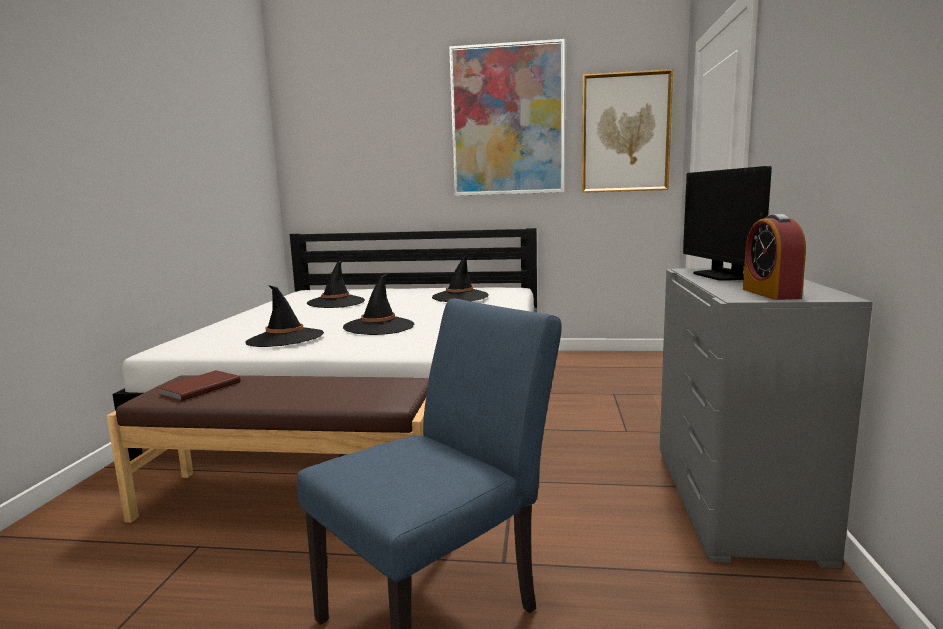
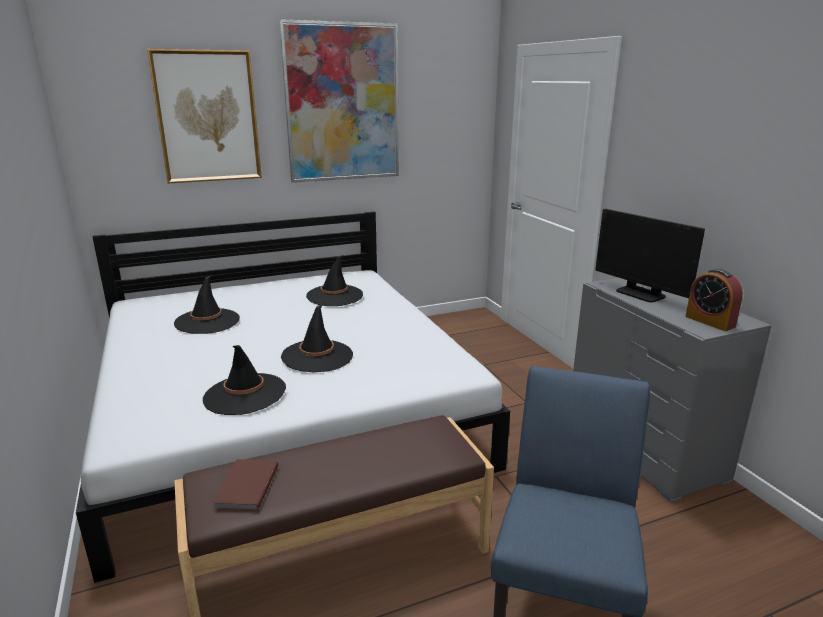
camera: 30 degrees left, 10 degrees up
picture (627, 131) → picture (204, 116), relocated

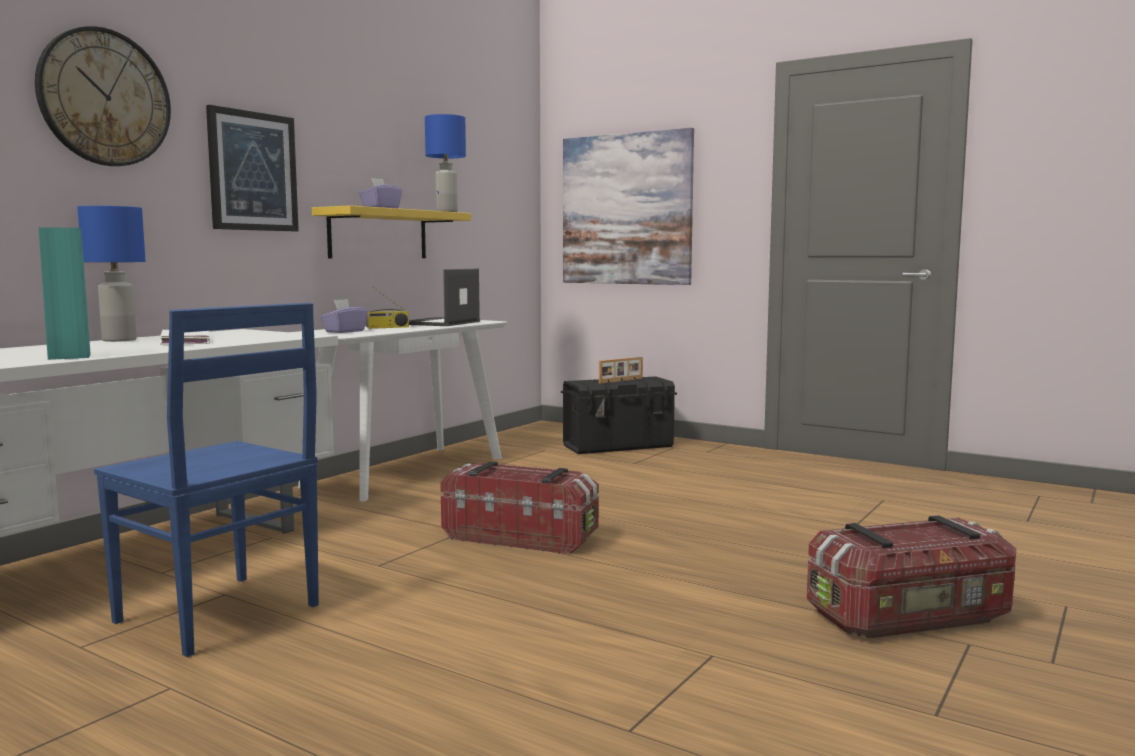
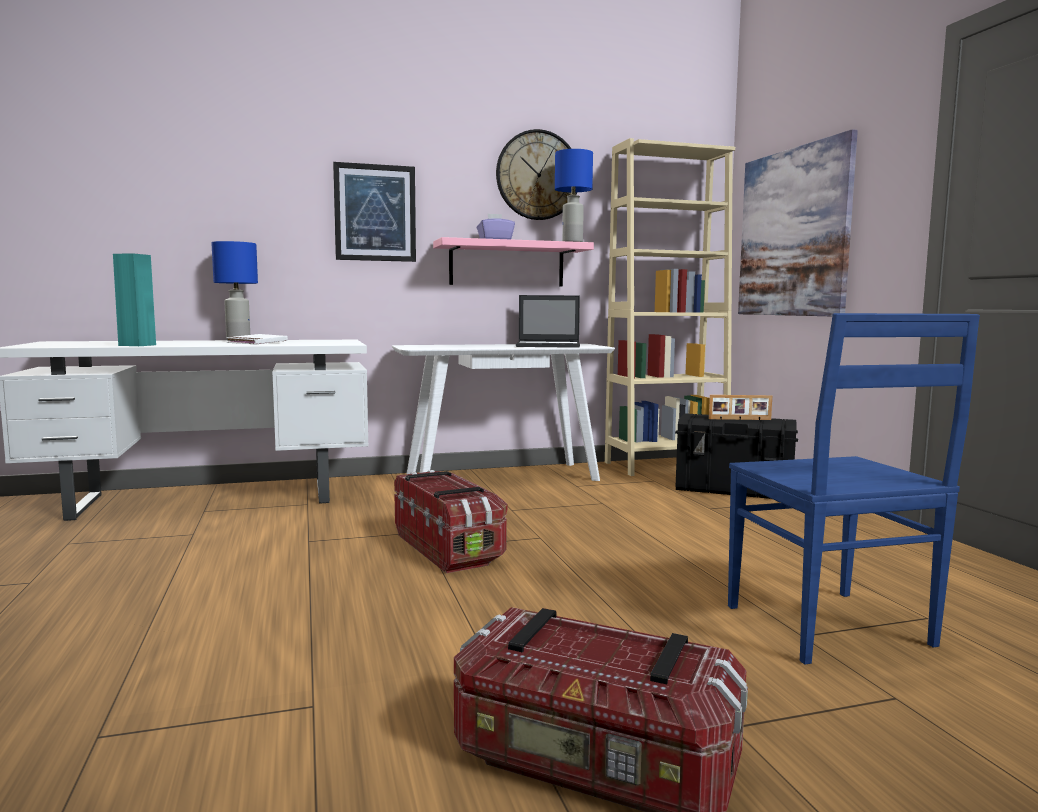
camera: 40 degrees right, 0 degrees up
purple tissue box (344, 316) → -
radio (387, 308) → -
- → beige bookcase (670, 307)
wall clock (103, 96) → wall clock (536, 174), relocated
blue chair (206, 480) → blue chair (854, 489), relocated
yellow shelf (391, 231) → pink shelf (513, 262)
laptop (444, 297) → laptop (548, 321), 150 degrees counterclockwise

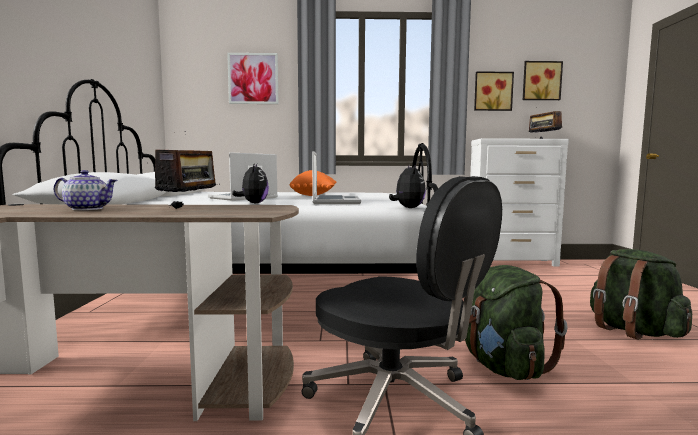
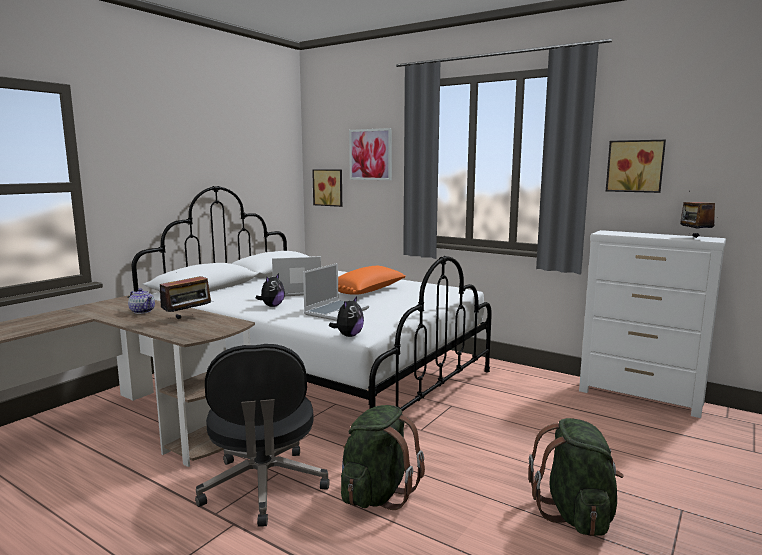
camera: 35 degrees right, 5 degrees up
picture (543, 80) → picture (327, 188), relocated

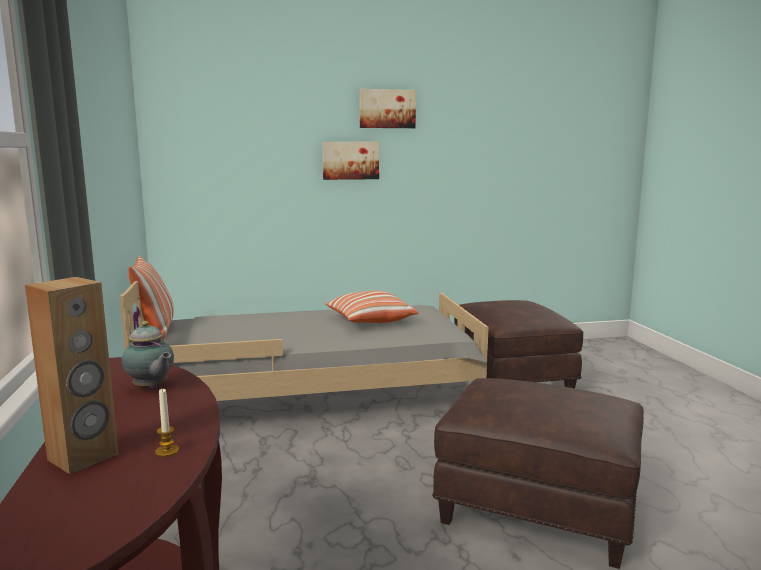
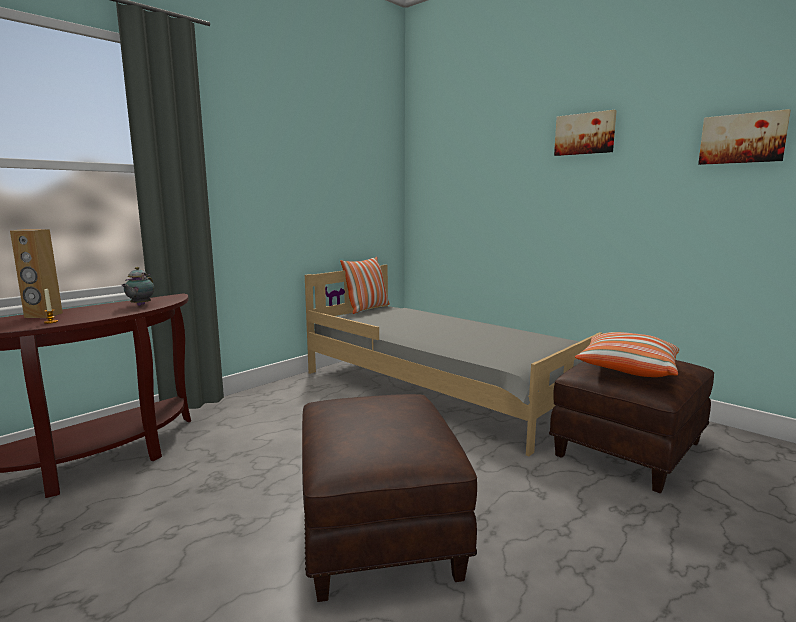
camera: 55 degrees right, 0 degrees up
picture (350, 161) → picture (744, 137), relocated
pillow (371, 306) → pillow (627, 354), relocated

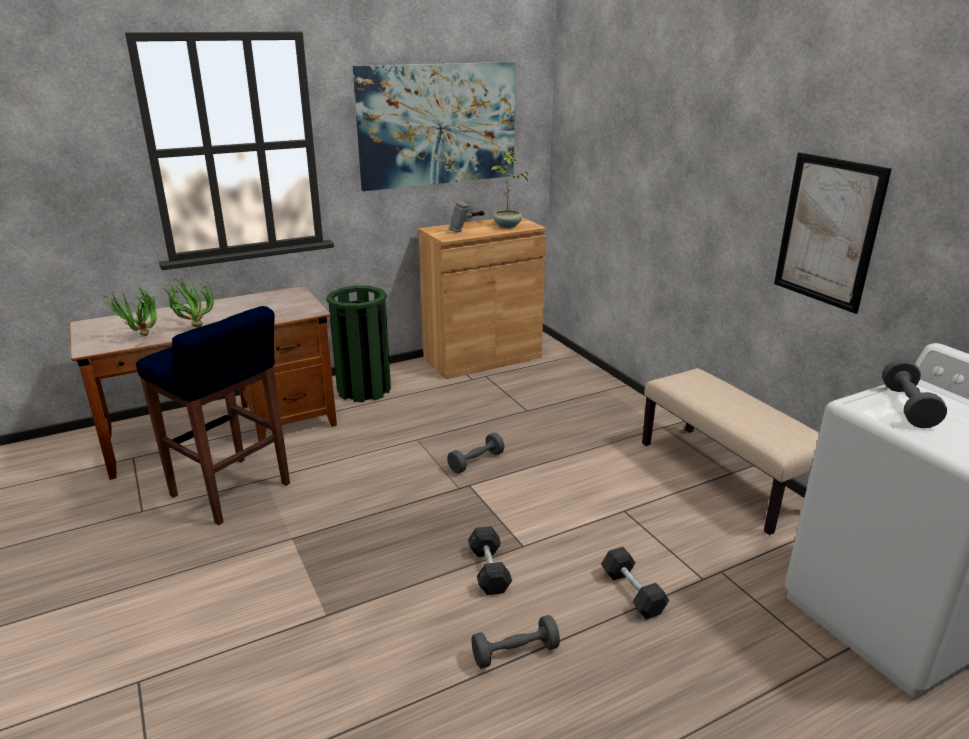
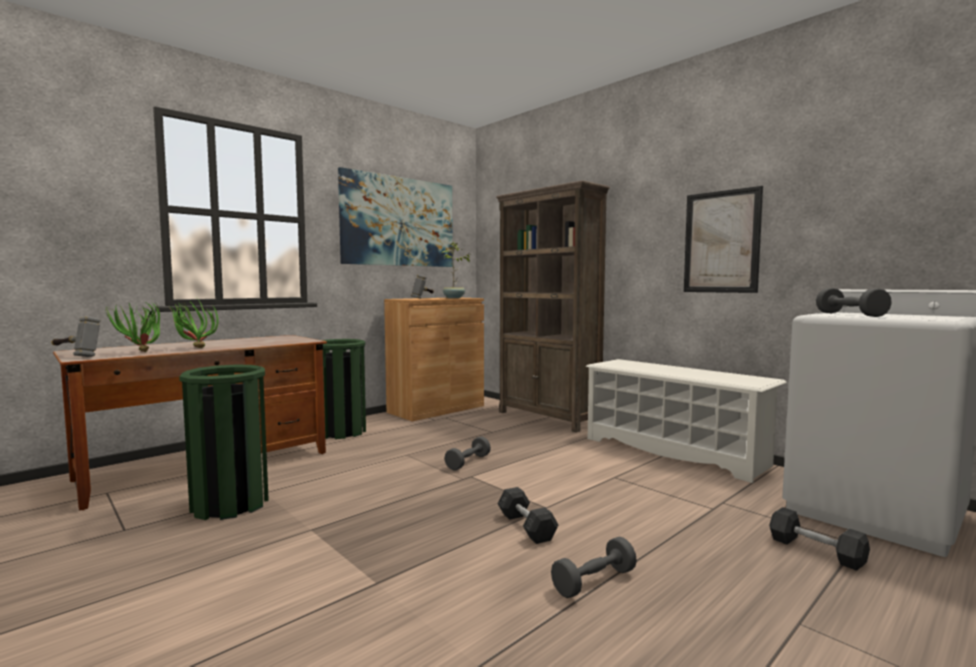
camera: 15 degrees left, 20 degrees down
- → hammer (76, 336)
- → brown bookcase (553, 306)
grey dumbbell (635, 583) → grey dumbbell (819, 539), relocated
blue stool (213, 415) → green trash can (224, 442)
beige bench (730, 451) → white shoe rack (686, 421)

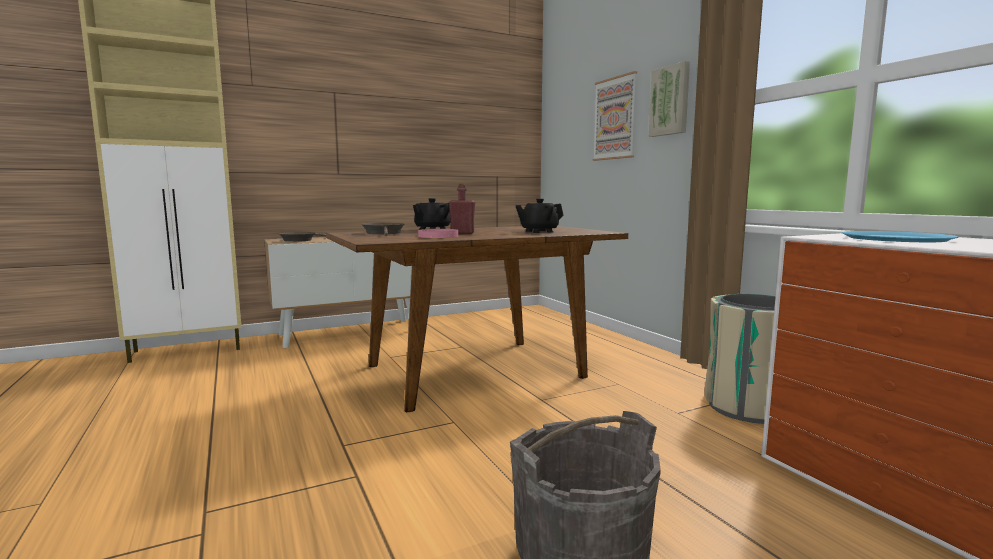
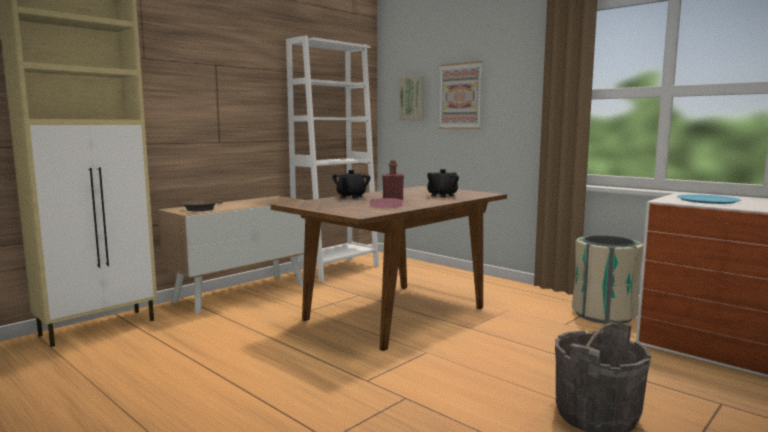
camera: 20 degrees left, 0 degrees up
brown frying pan (383, 229) → -
- → white bookcase (332, 158)
picture (669, 99) → picture (411, 98), relocated

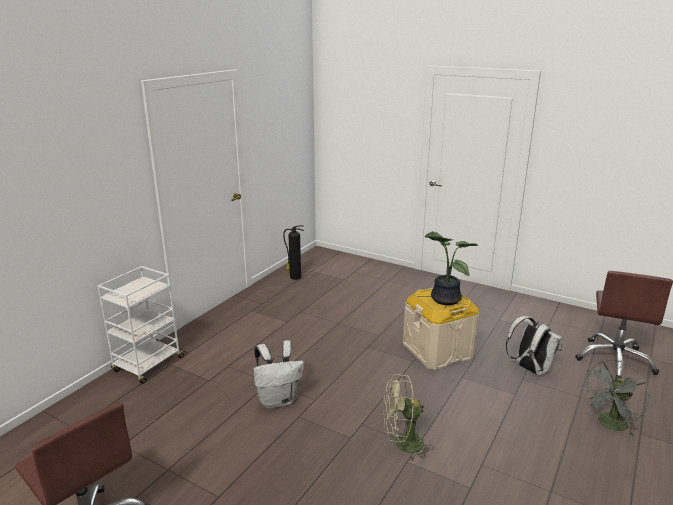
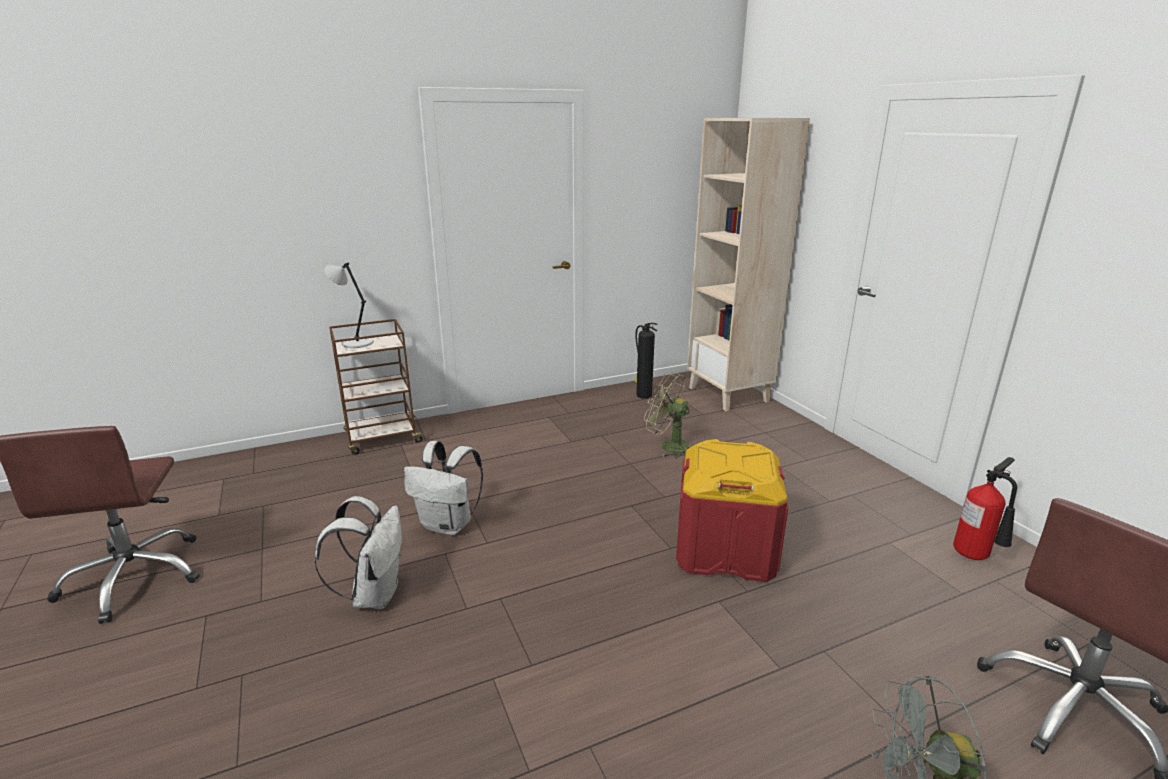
camera: 35 degrees right, 0 degrees up
potted plant (451, 268) → -
- → grey table lamp (349, 305)
- → beige bookcase (748, 264)
- → fire extinguisher (985, 508)
green fan (408, 417) → green fan (667, 415), relocated
white backpack (534, 346) → white backpack (358, 552), relocated
white cart (142, 325) → brown cart (377, 387)
beige storage box (441, 329) → red storage box (732, 510)

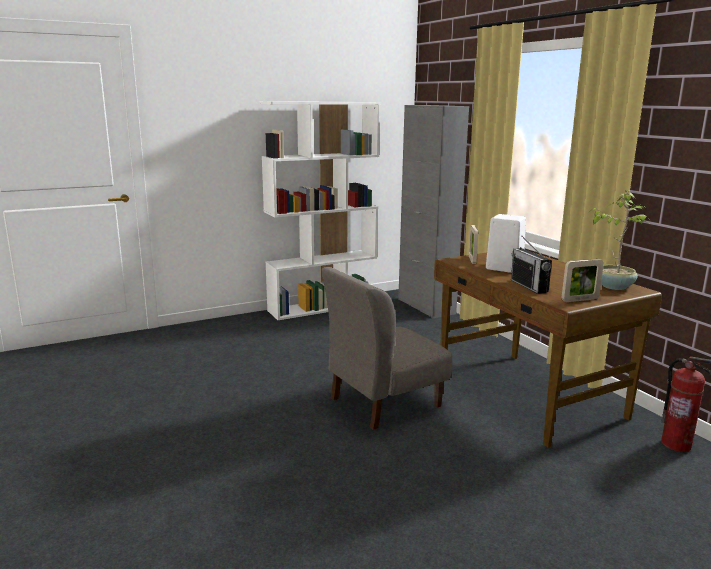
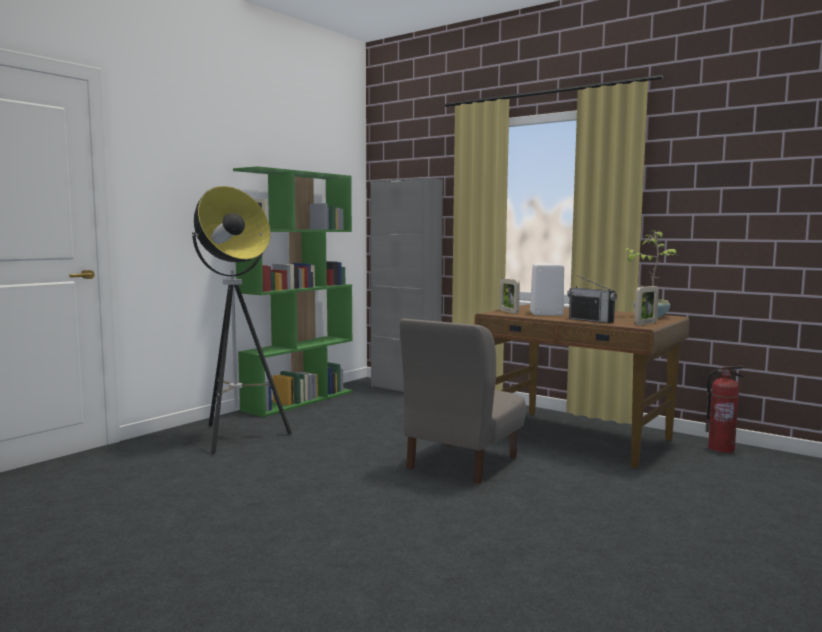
camera: 25 degrees left, 10 degrees down
- → floor lamp (242, 320)
white bookcase (320, 210) → green bookcase (293, 291)

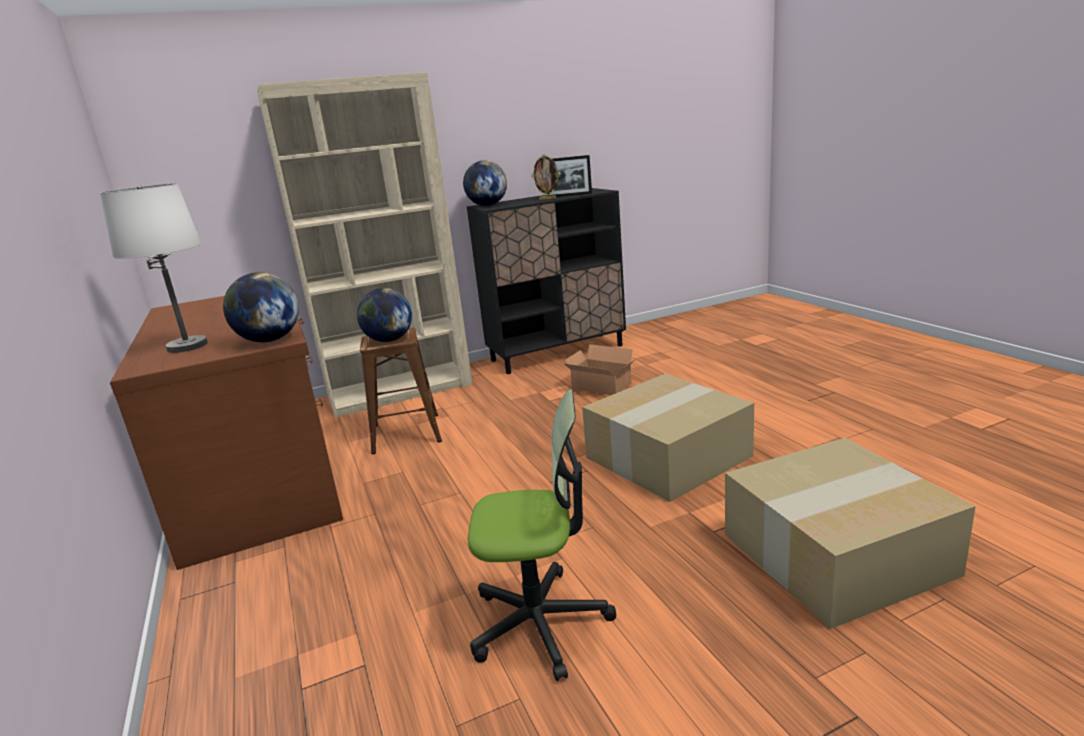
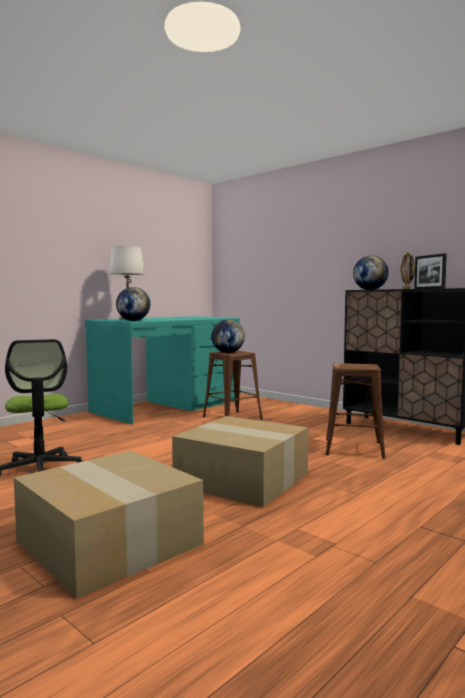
camera: 65 degrees right, 15 degrees down
beige bookcase (365, 245) → -
cardboard box (601, 369) → brown stool (355, 411)
brown desk (226, 433) → turquoise desk (162, 370)

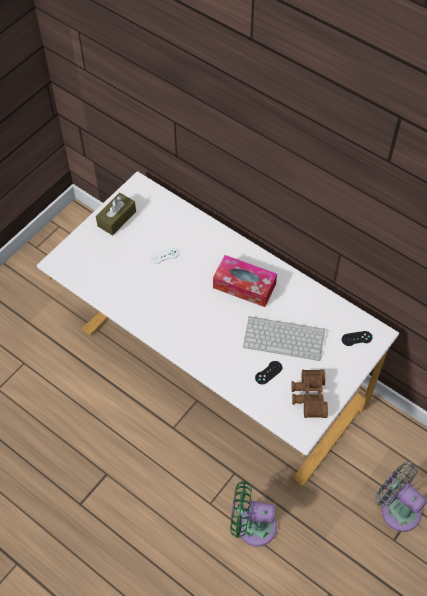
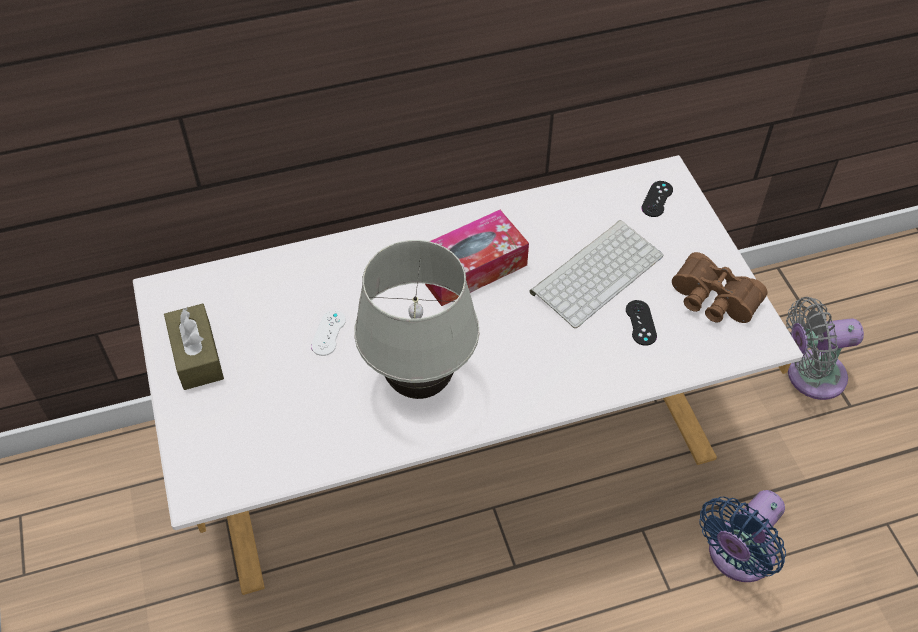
camera: 55 degrees left, 5 degrees down
- → white table lamp (416, 319)
green fan (253, 514) → blue fan (742, 536)

